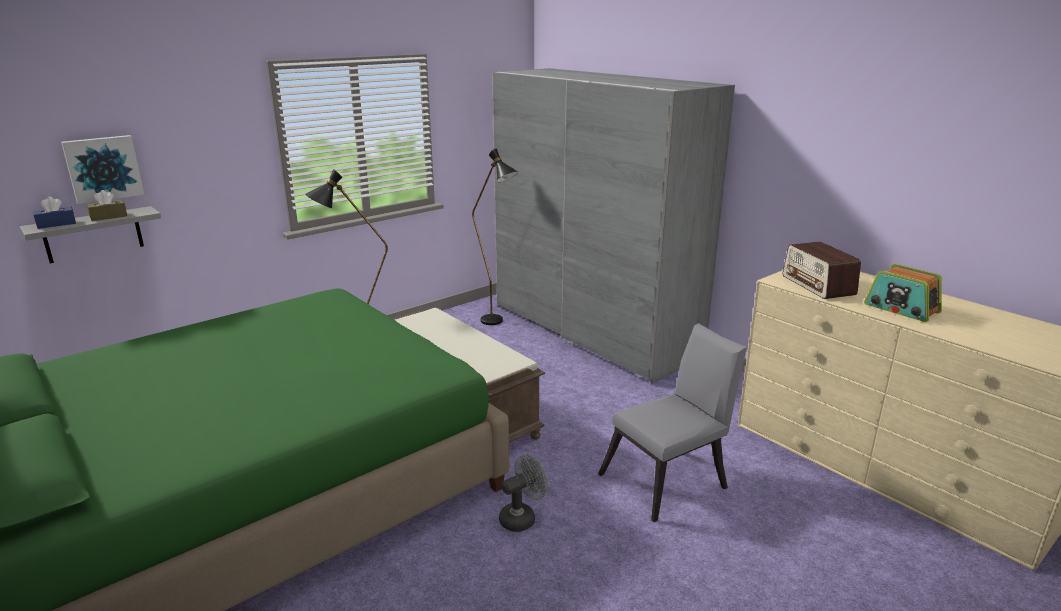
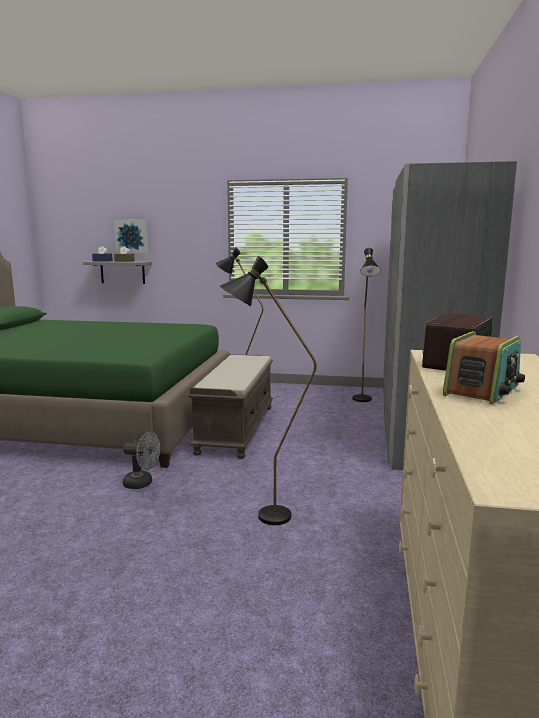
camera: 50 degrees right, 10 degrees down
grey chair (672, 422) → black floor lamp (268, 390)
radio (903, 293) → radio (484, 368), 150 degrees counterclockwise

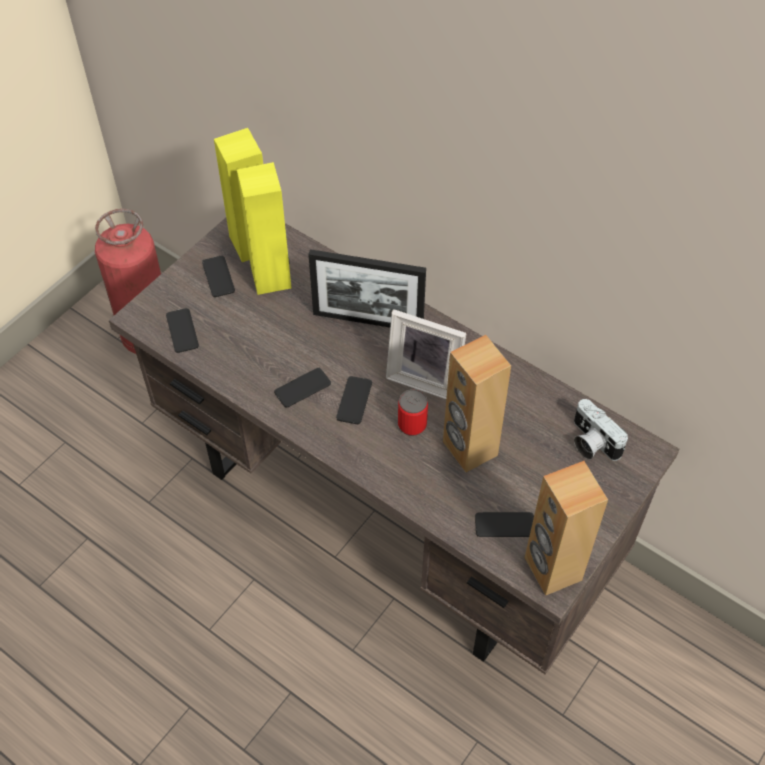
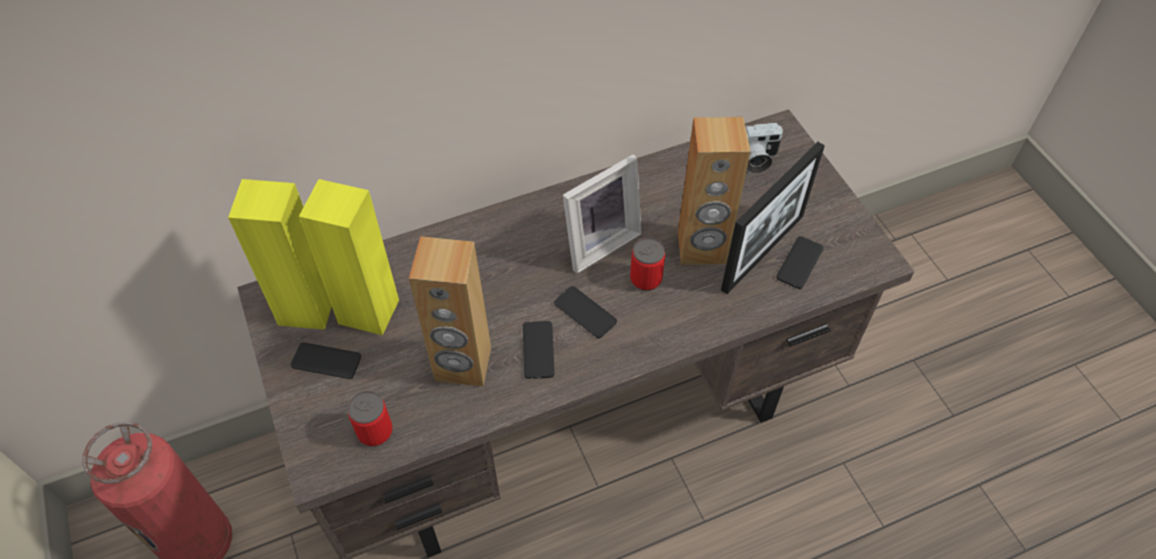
camera: 60 degrees left, 0 degrees up
picture frame (367, 288) → picture frame (773, 218), relocated
brown speaker (566, 528) → brown speaker (450, 311), relocated
phone (182, 330) → can (370, 418)

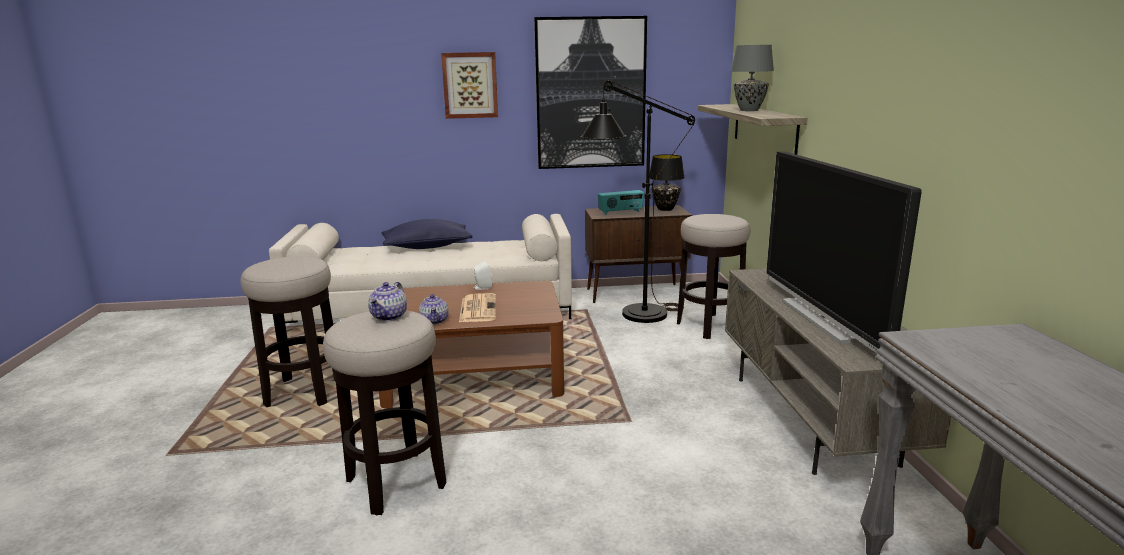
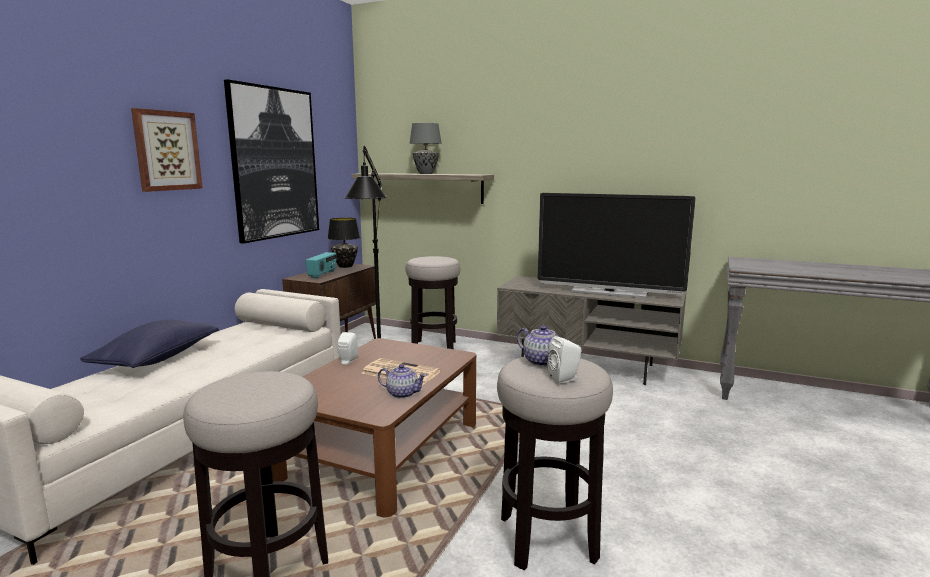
camera: 60 degrees left, 5 degrees down
- → white speaker (564, 360)

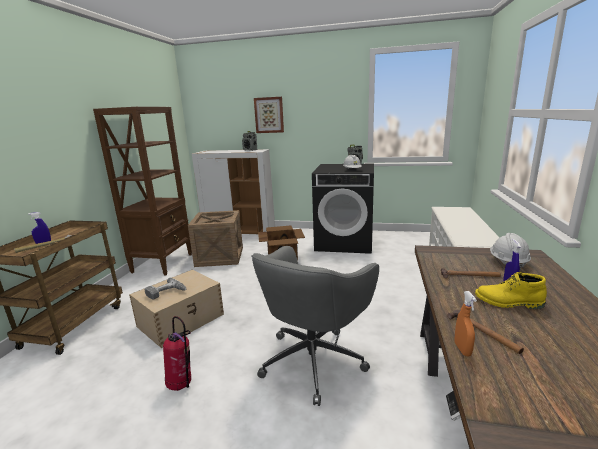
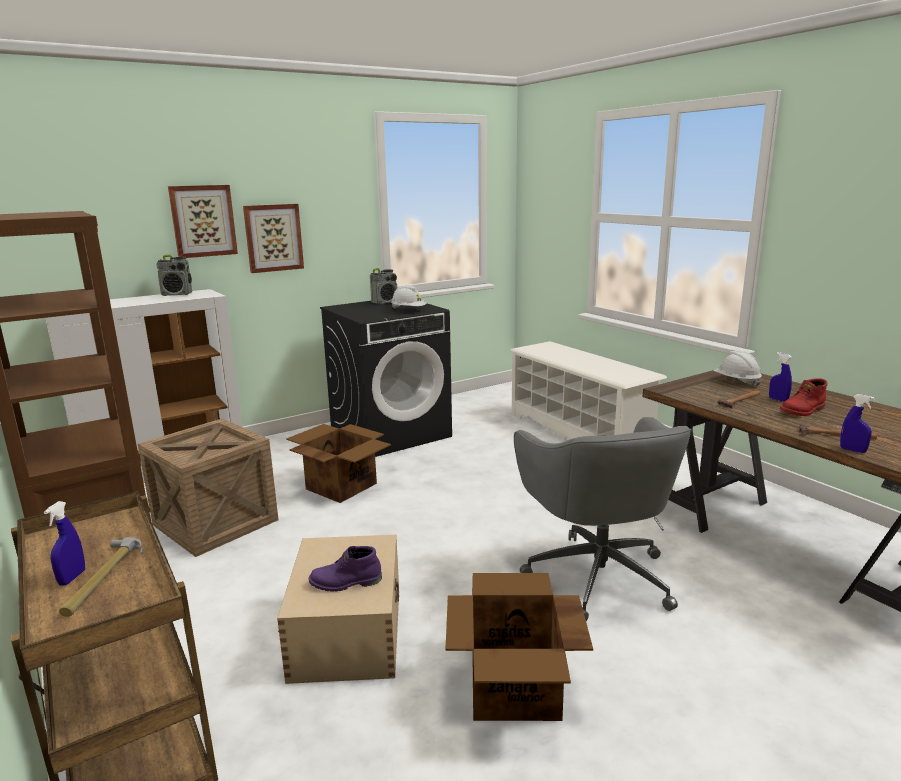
camera: 45 degrees left, 0 degrees up
- → picture (273, 238)
power drill (166, 289) → purple boot (345, 569)
fire extinguisher (177, 353) → cardboard box (519, 647)
orange spray bottle (466, 323) → blue spray bottle (857, 423)
yellow boot (511, 290) → red boot (804, 397)

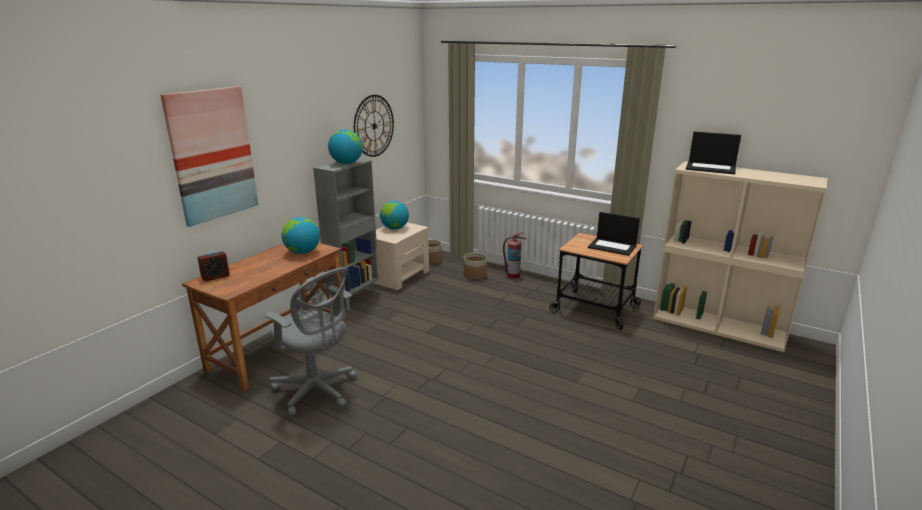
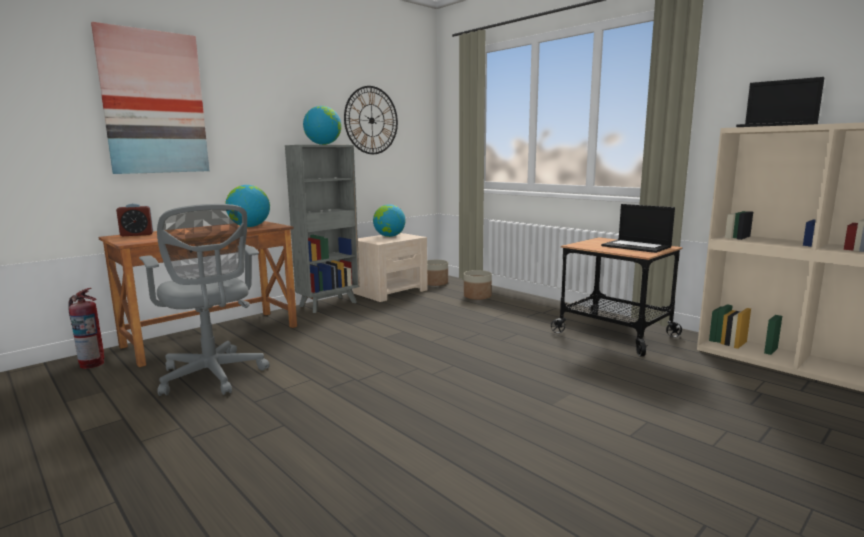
camera: 15 degrees right, 10 degrees down
fire extinguisher (514, 255) → fire extinguisher (86, 328), relocated

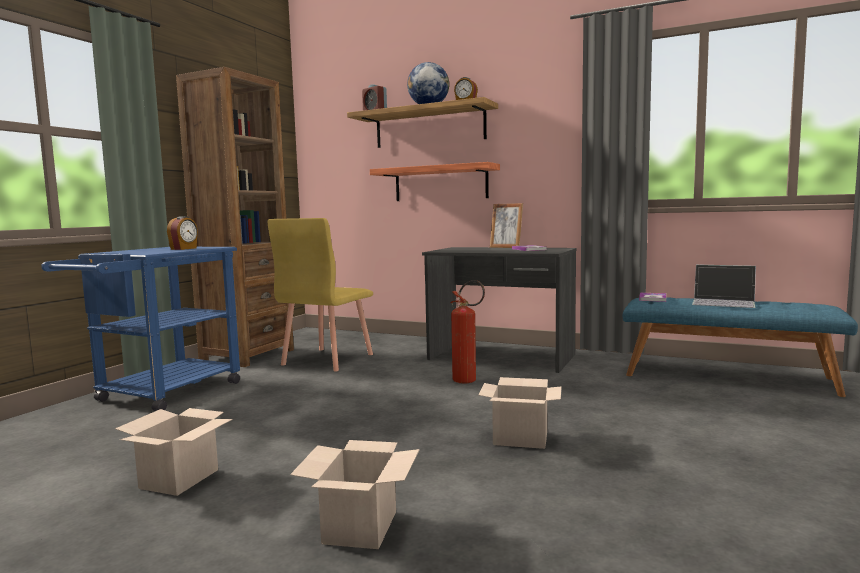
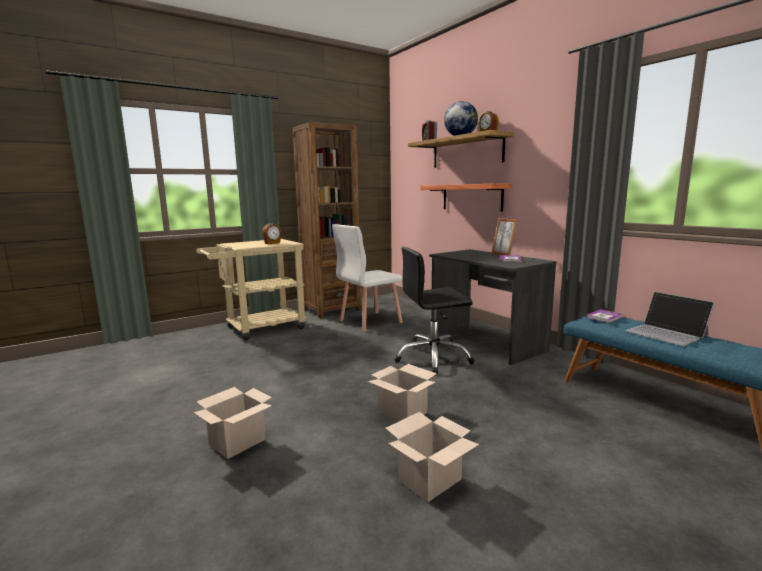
camera: 30 degrees right, 5 degrees up
cardboard box (174, 452) → cardboard box (432, 457), relocated
fire extinguisher (467, 332) → black office chair (434, 310)
blue cart (140, 329) → beige cart (251, 290)
yellow chair (320, 295) → white chair (367, 278)

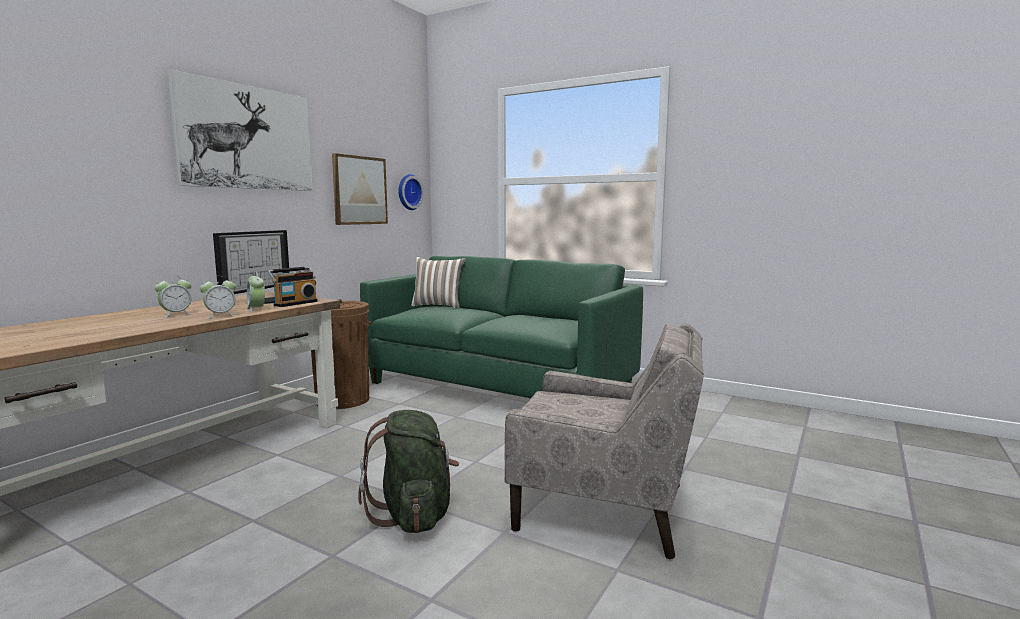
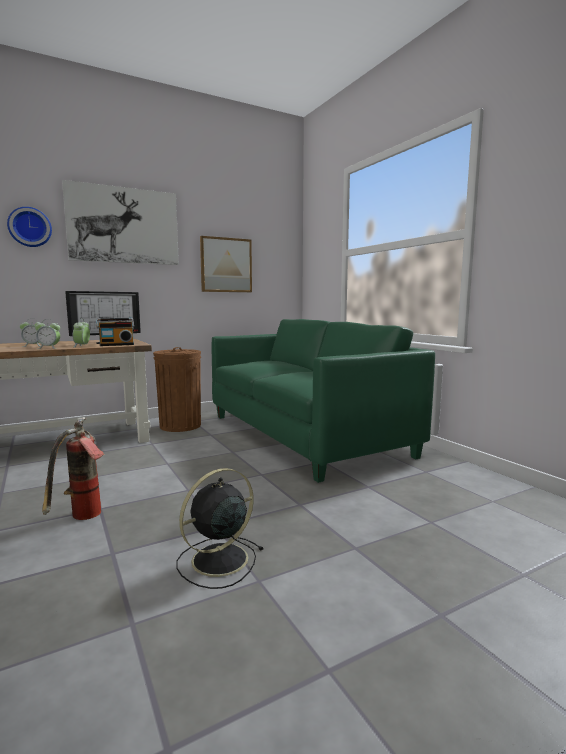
camera: 30 degrees right, 0 degrees up
pillow (438, 283) → -
wall clock (411, 192) → wall clock (29, 227), relocated
green backpack (408, 471) → fire extinguisher (73, 469)
beige armchair (604, 441) → black fan (220, 528)

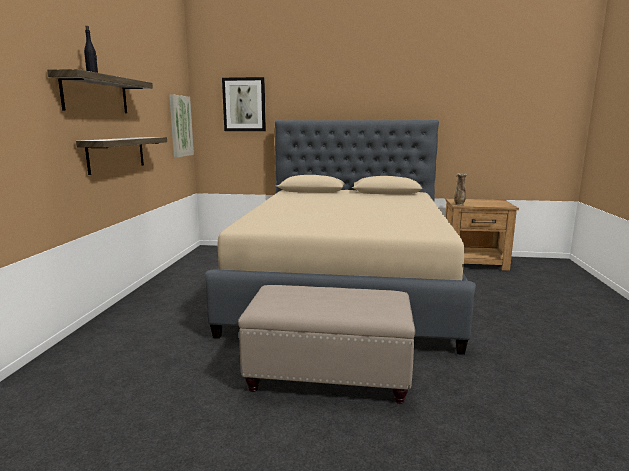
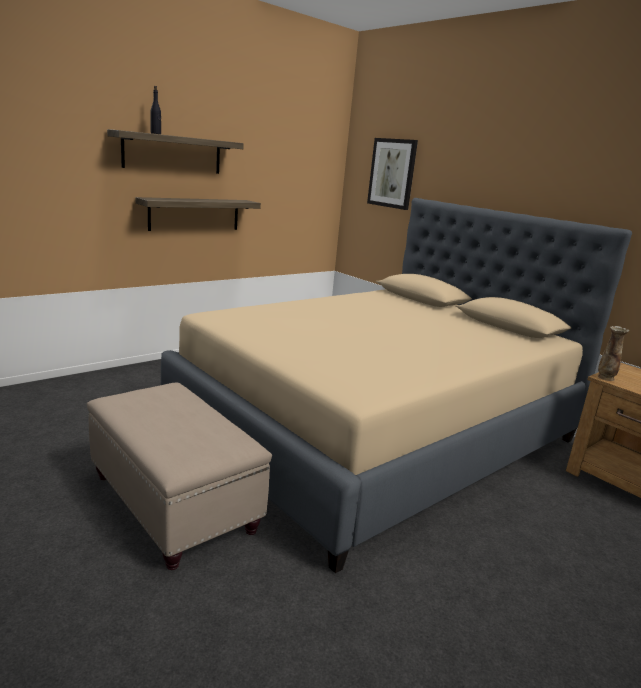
camera: 40 degrees right, 5 degrees up
picture (181, 126) → -

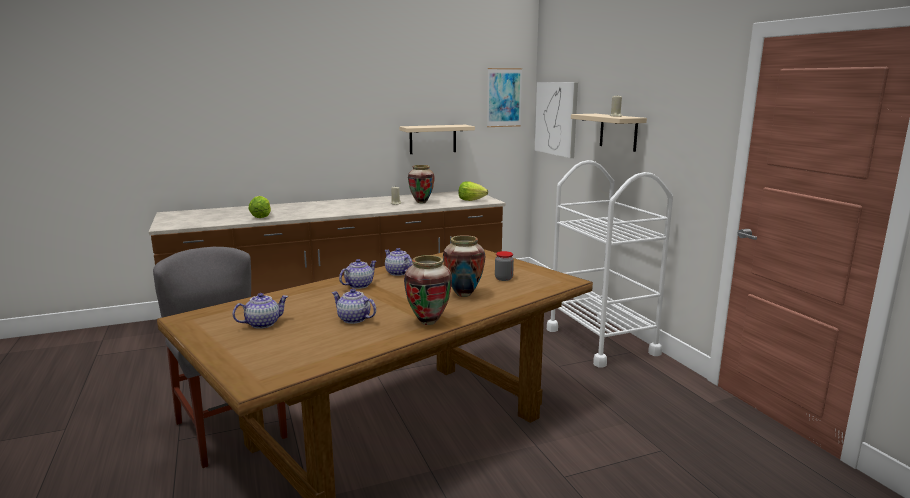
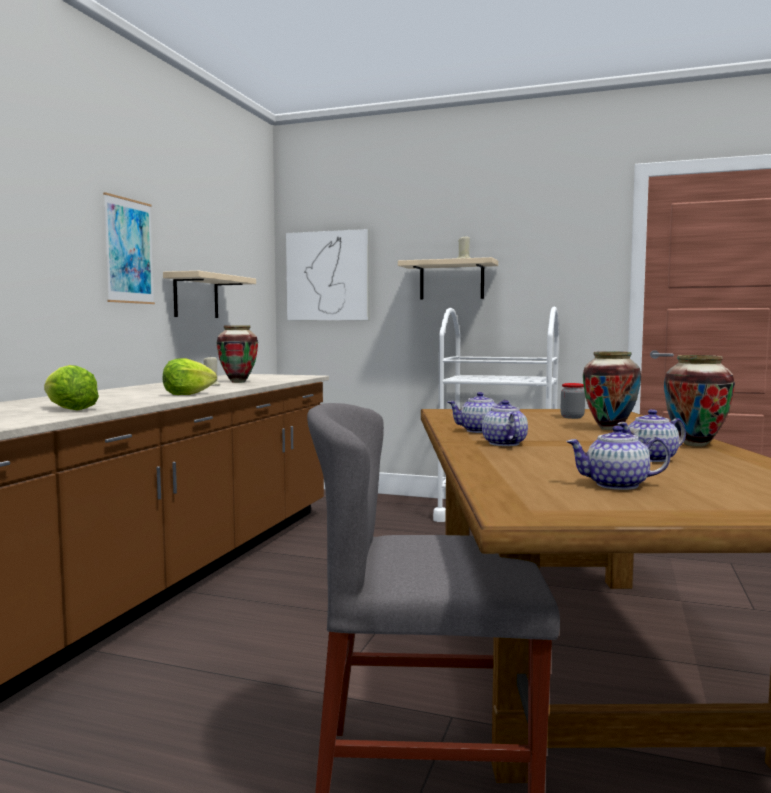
camera: 50 degrees left, 10 degrees down
lettuce (473, 191) → lettuce (190, 376), relocated
picture (504, 97) → picture (129, 248), relocated
teapot (261, 311) → teapot (618, 458), 90 degrees counterclockwise

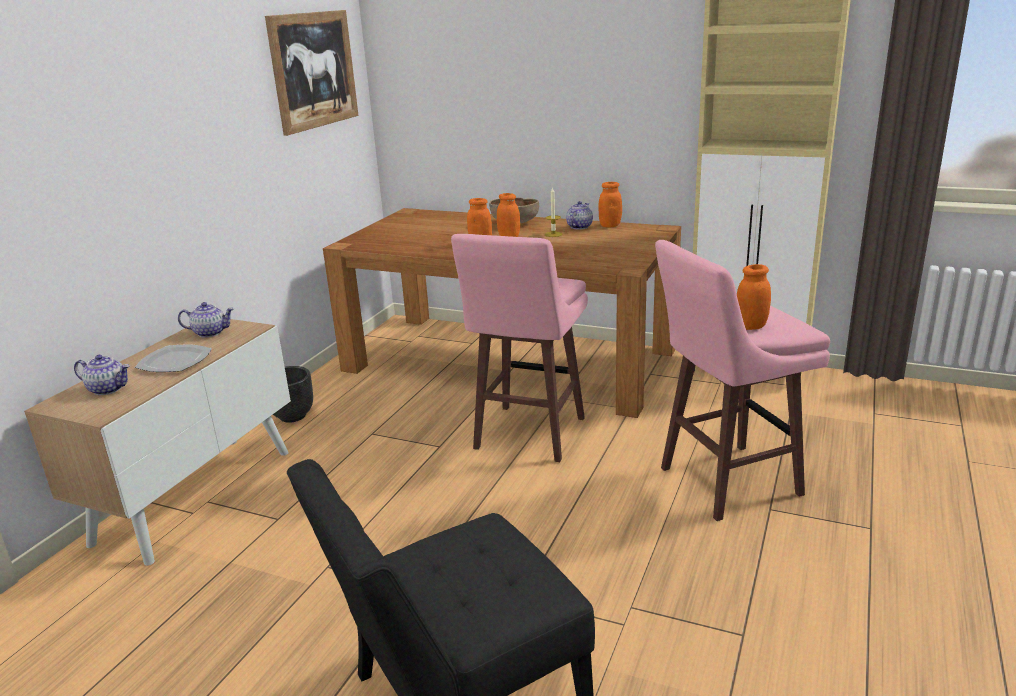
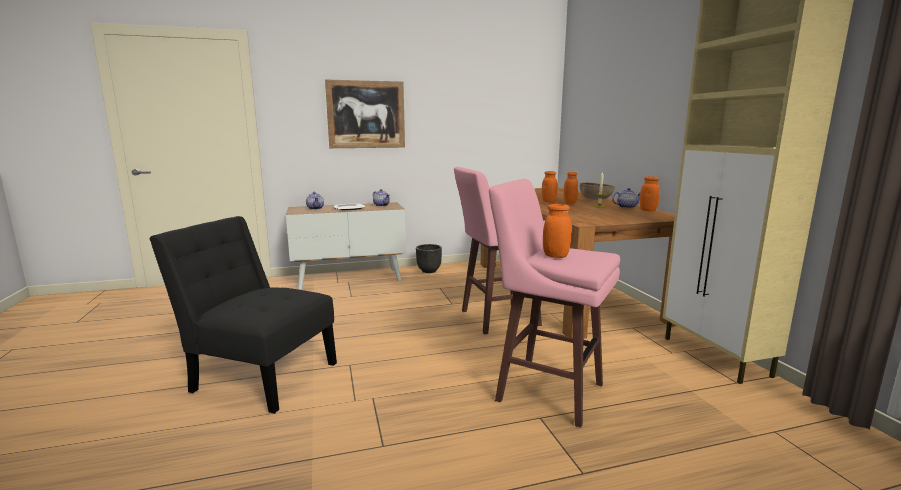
camera: 50 degrees right, 10 degrees down
picture (312, 73) → picture (365, 113), relocated

